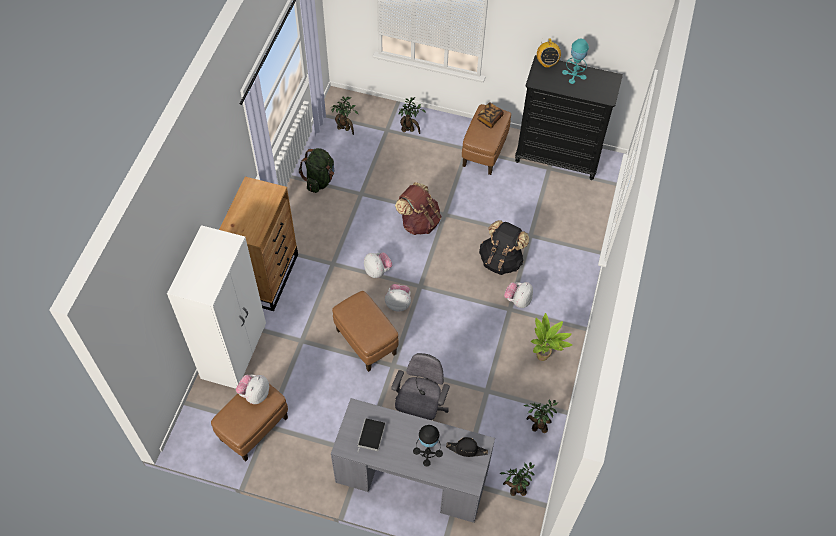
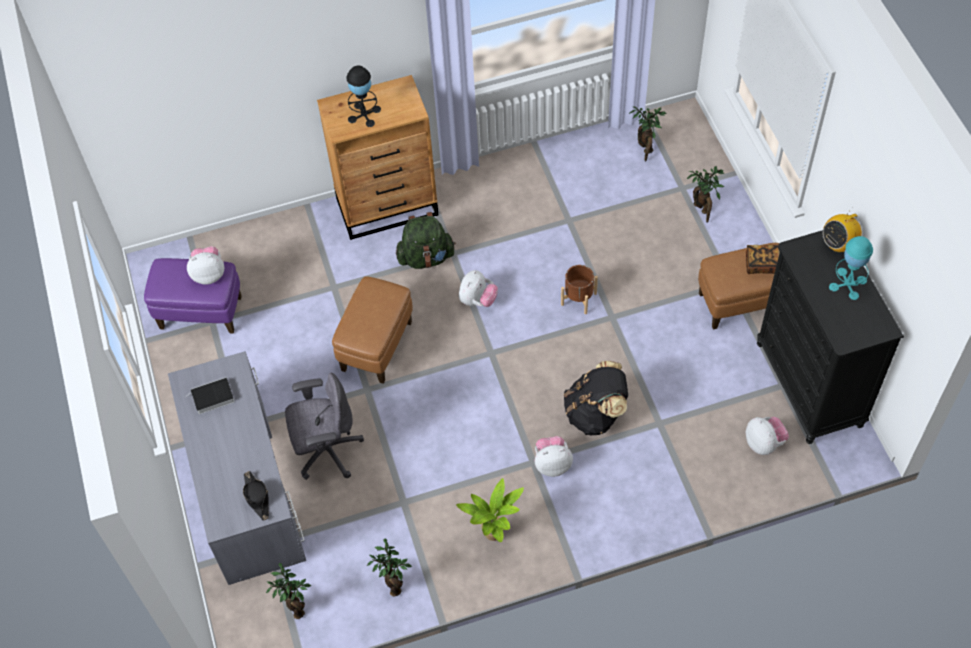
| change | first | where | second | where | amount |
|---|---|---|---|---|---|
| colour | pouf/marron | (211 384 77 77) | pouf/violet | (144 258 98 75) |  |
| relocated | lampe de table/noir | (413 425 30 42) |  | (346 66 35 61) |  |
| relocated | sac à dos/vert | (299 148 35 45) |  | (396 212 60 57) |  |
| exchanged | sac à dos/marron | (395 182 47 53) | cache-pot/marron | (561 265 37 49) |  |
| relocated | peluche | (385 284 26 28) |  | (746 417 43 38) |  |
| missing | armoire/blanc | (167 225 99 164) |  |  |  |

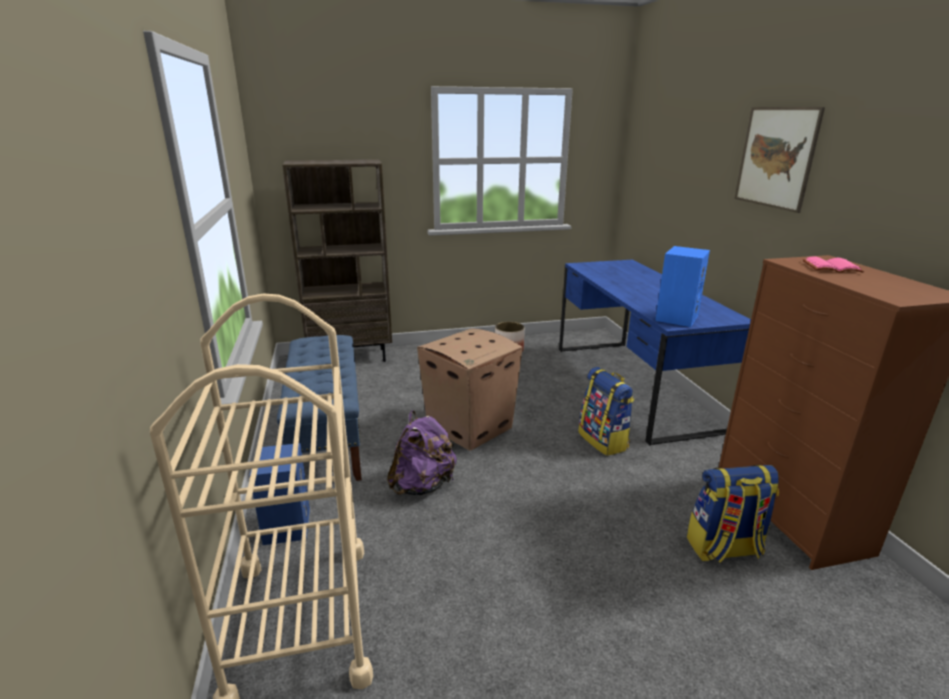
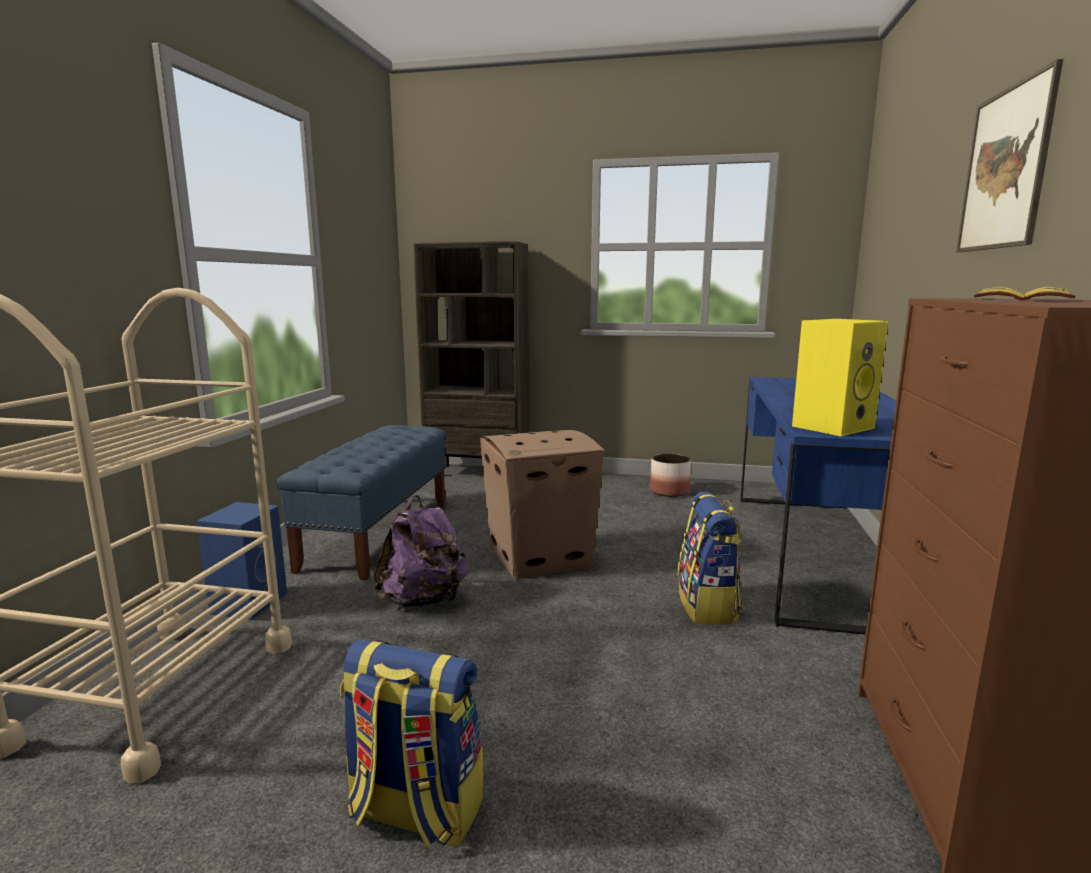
| change | first | where | second | where | amount |
|---|---|---|---|---|---|
| relocated | sac à dos | (687 465 92 98) |  | (340 639 143 208) |  |
| colour | enceinte/bleu | (655 246 55 81) | enceinte/jaune | (792 319 96 117) |  |
| colour | livre/rose | (803 256 61 17) | livre/jaune | (974 287 102 13) |  |

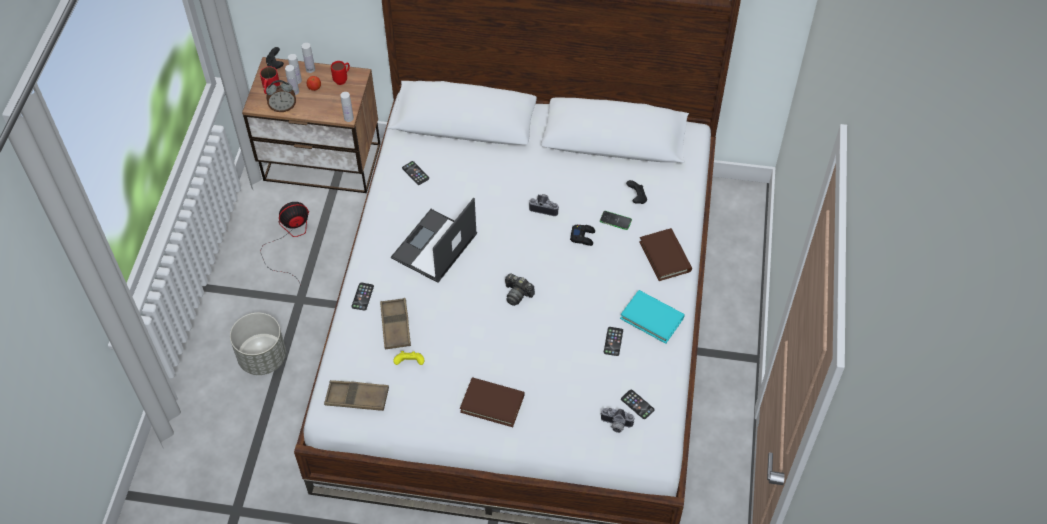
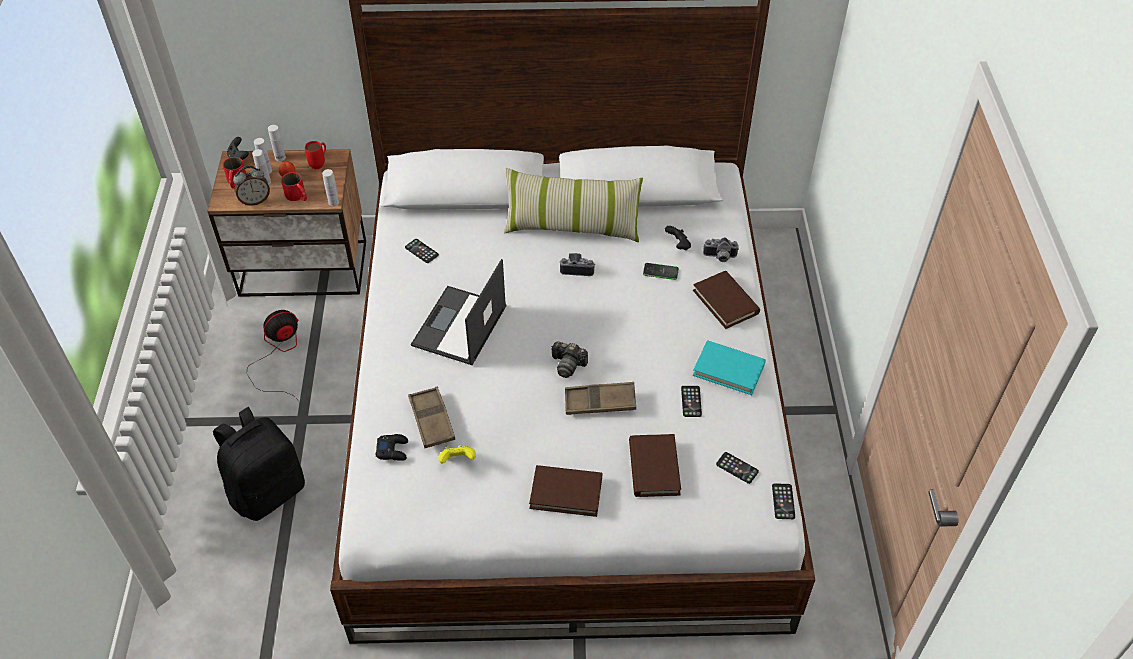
| change | first | where | second | where | amount |
|---|---|---|---|---|---|
| exchanged | cache-pot/gris | (230 313 56 62) | sac à dos/noir | (213 407 92 114) |  |
| appeared |  |  | mug/rouge | (281 172 26 29) |  |
| relocated | manette/noir | (570 225 25 21) |  | (376 434 32 27) |  |
| appeared |  |  | coussin | (504 168 139 74) |  |
| relocated | plateau/marron | (324 380 65 31) |  | (565 382 71 33) |  |
| appeared |  |  | livre/marron | (629 434 52 63) |  |
| relocated | appareil photo | (600 408 34 25) |  | (703 237 36 25) |  |
| relocated | téléphone | (351 282 23 29) |  | (772 483 23 36) |  |

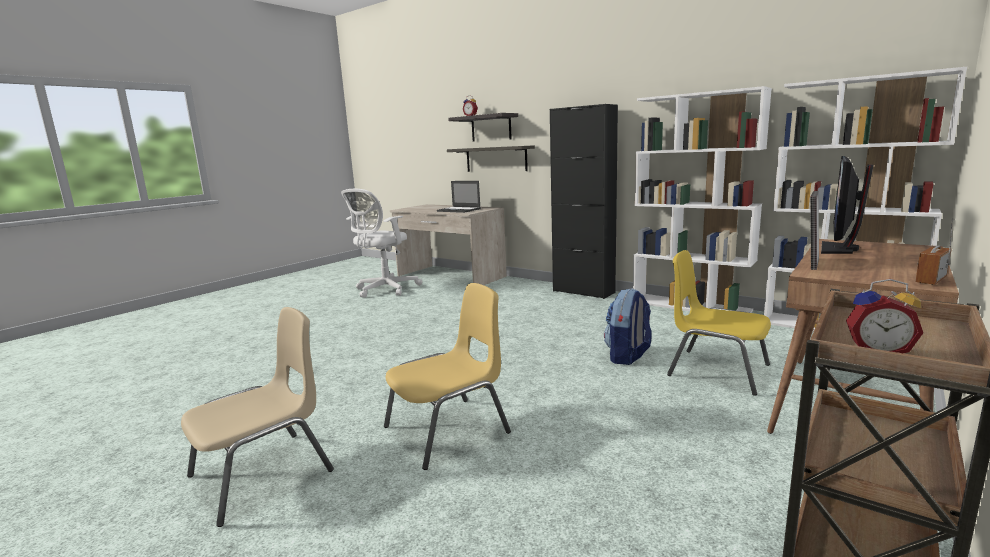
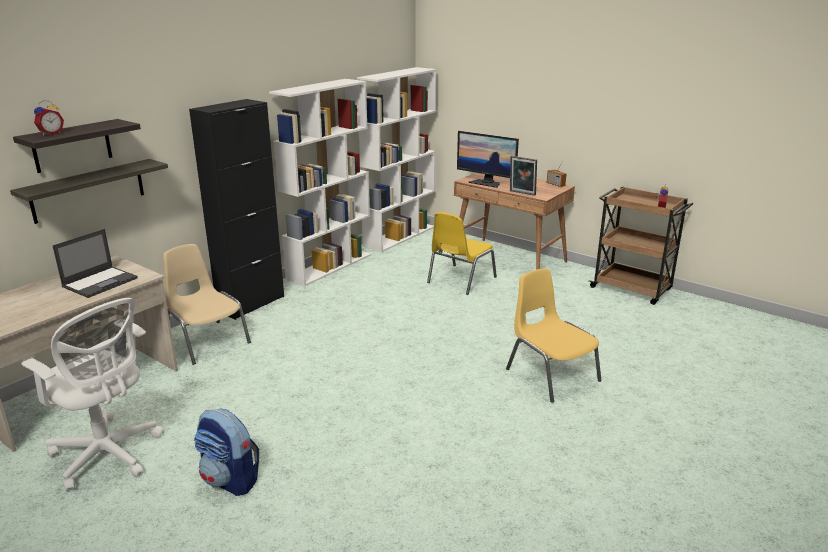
| change | first | where | second | where | amount |
|---|---|---|---|---|---|
| relocated | chaise/beige | (181 307 153 220) |  | (163 244 88 121) |  |
| relocated | sac à dos | (604 288 48 77) |  | (194 408 65 88) |  |

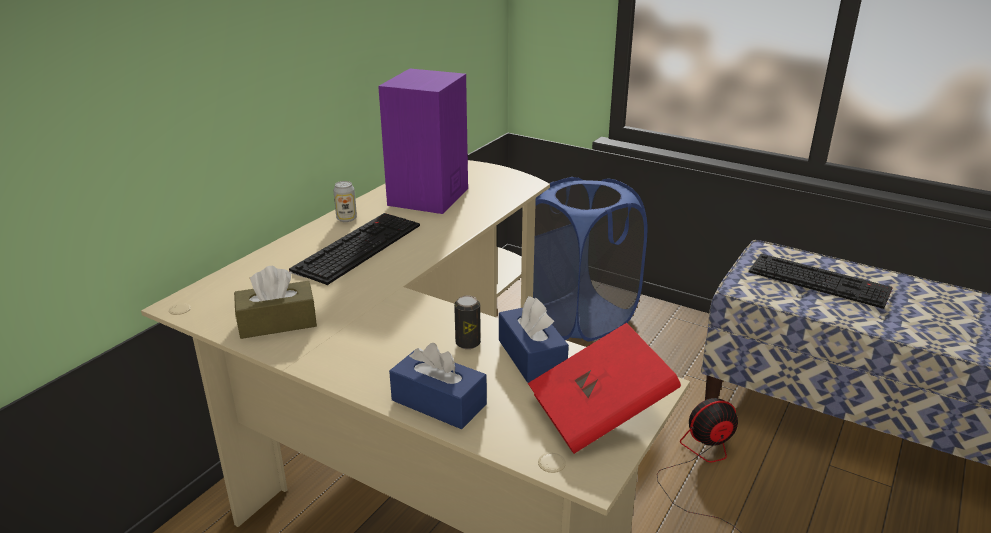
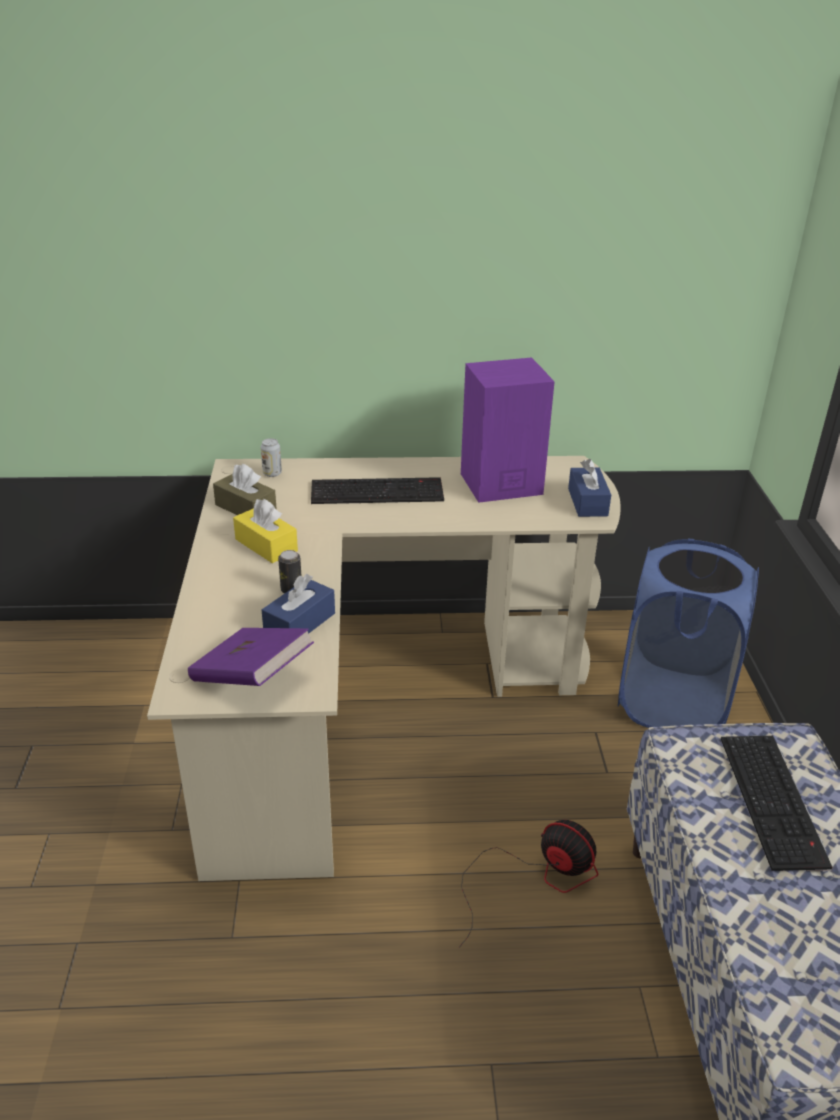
| change | first | where | second | where | amount |
|---|---|---|---|---|---|
| colour | livre/rouge | (528 323 153 131) | livre/violet | (188 628 126 58) |  |
| appeared |  |  | boîte à mouchoirs/jaune | (233 499 65 64) |  |
| relocated | boîte métallique | (333 181 24 41) |  | (260 438 22 39) |  |
| relocated | boîte à mouchoirs/bleu | (389 343 98 86) |  | (568 459 43 58) |  |

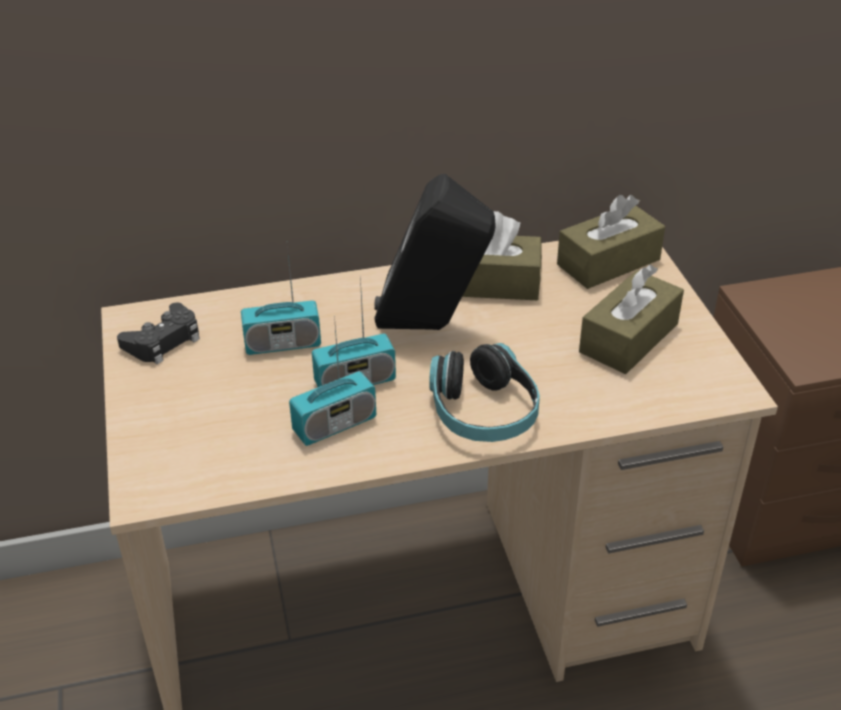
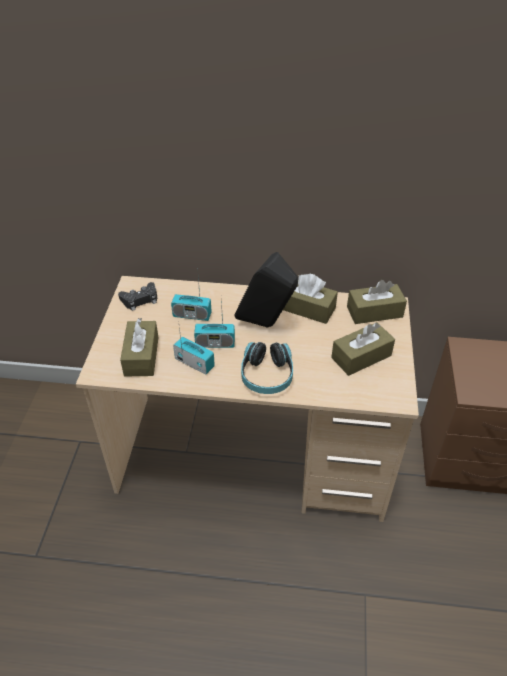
| change | first | where | second | where | amount |
|---|---|---|---|---|---|
| appeared |  |  | boîte à mouchoirs/marron | (120 318 38 59) |  |
| spun | radio | (289 316 87 130) |  | (173 328 42 47) | 135 degrees counterclockwise |

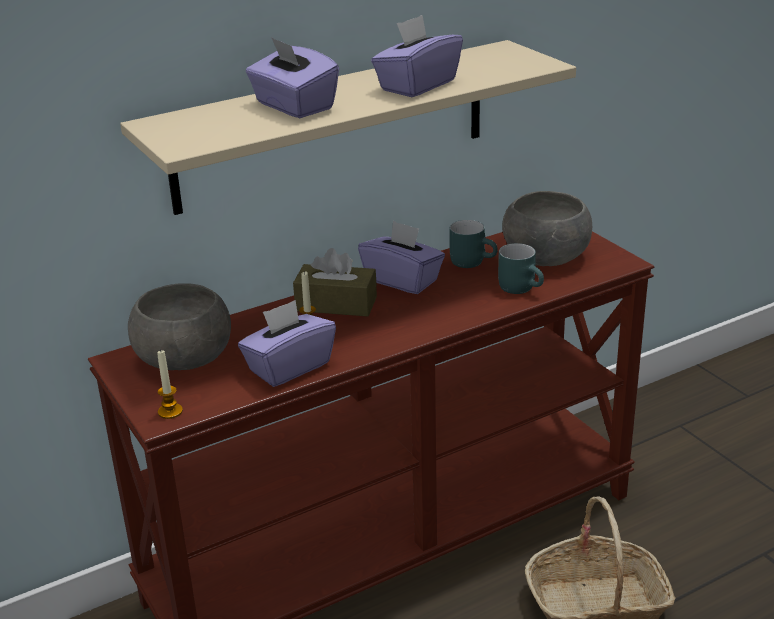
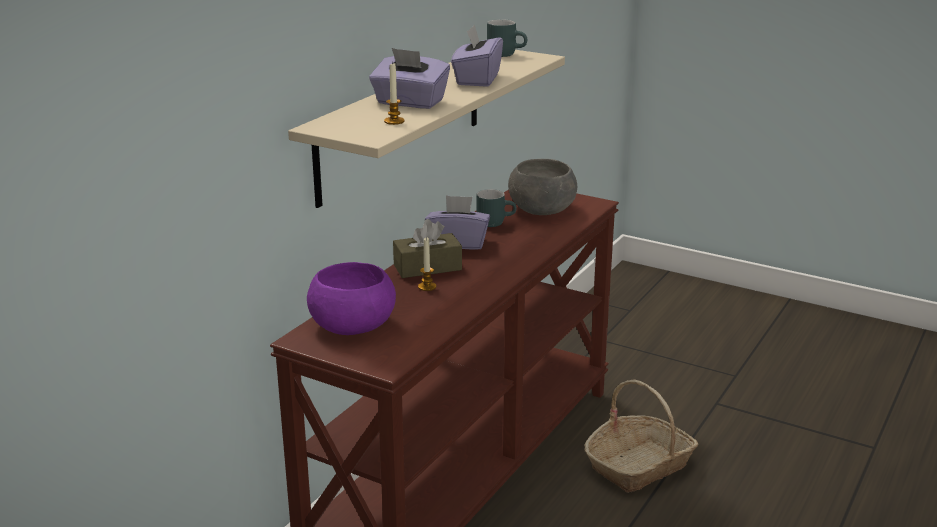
| change | first | where | second | where | amount |
|---|---|---|---|---|---|
| colour | bol/gris | (128 283 103 87) | bol/violet | (307 262 89 73) |  |
| relocated | bougie | (157 349 26 70) |  | (384 62 21 63) |  |
| relocated | mug/turquoise | (498 243 46 51) |  | (487 19 40 38) |  |
| missing | boîte à mouchoirs/violet | (238 300 98 87) |  |  |  |

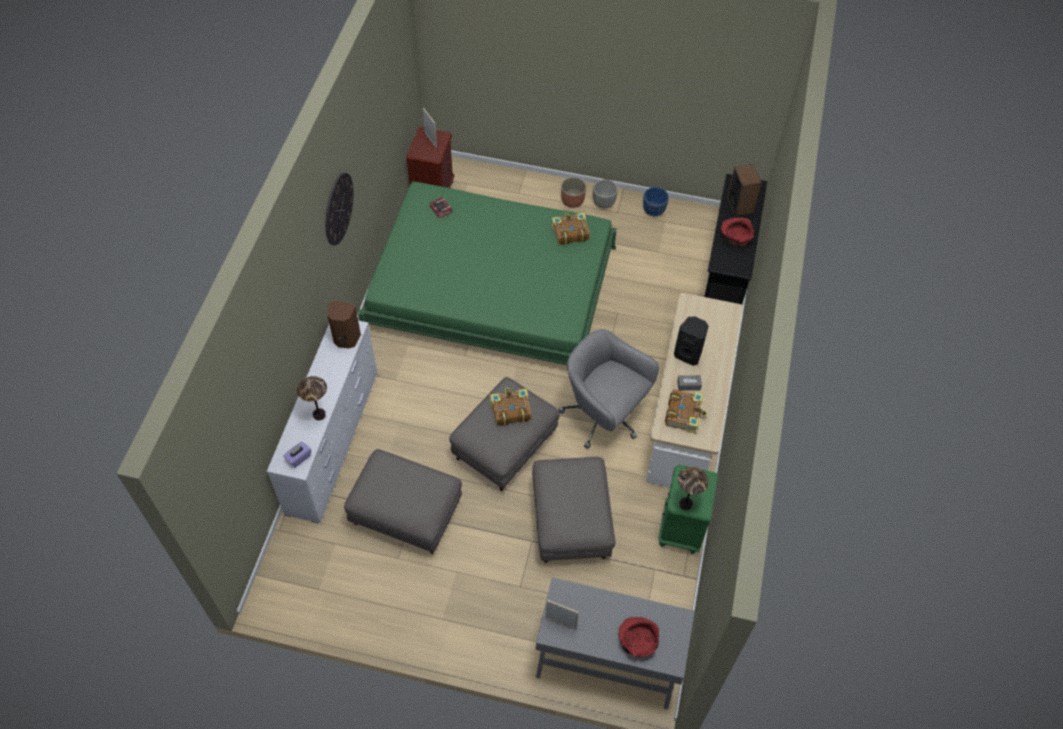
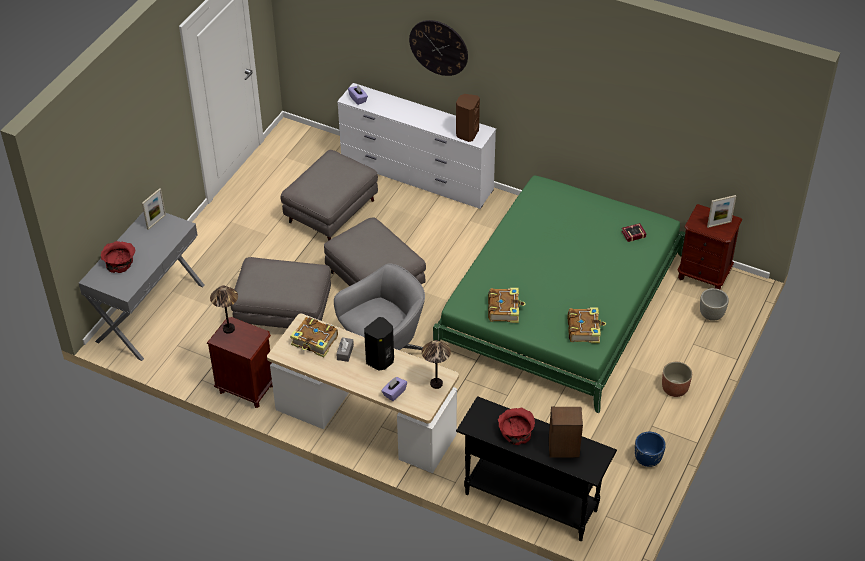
| change | first | where | second | where | amount |
|---|---|---|---|---|---|
| colour | table de chevet/vert | (658 465 60 89) | table de chevet/marron | (207 317 66 91) |  |
| appeared |  |  | boîte à mouchoirs/violet | (381 377 26 24) |  |
| relocated | horloge murale | (326 173 27 72) |  | (409 20 59 56) |  |
| relocated | lampe de table | (297 376 30 44) |  | (422 340 29 49) |  |
| relocated | livre | (490 388 42 38) |  | (488 288 38 35) |  |
| relocated | cache-pot/gris | (593 179 25 30) |  | (700 288 29 33) |  |

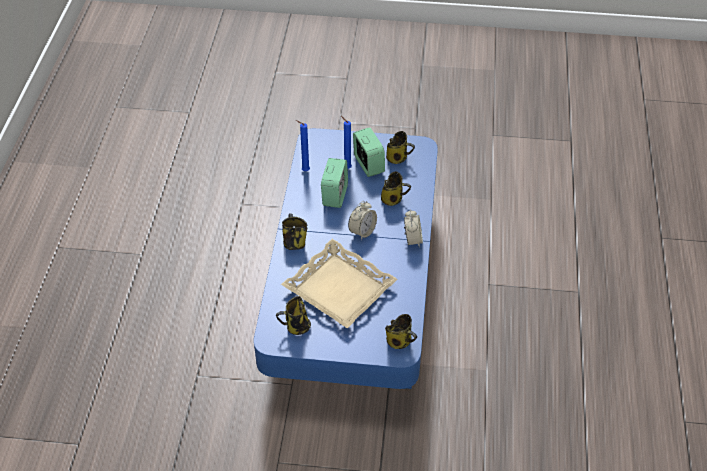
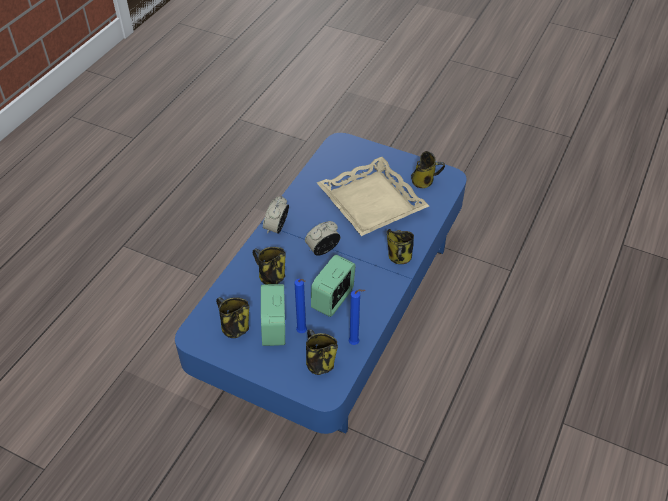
| change | first | where | second | where | amount |
|---|---|---|---|---|---|
| relocated | mug | (385 314 32 35) |  | (306 329 32 46) |  |

